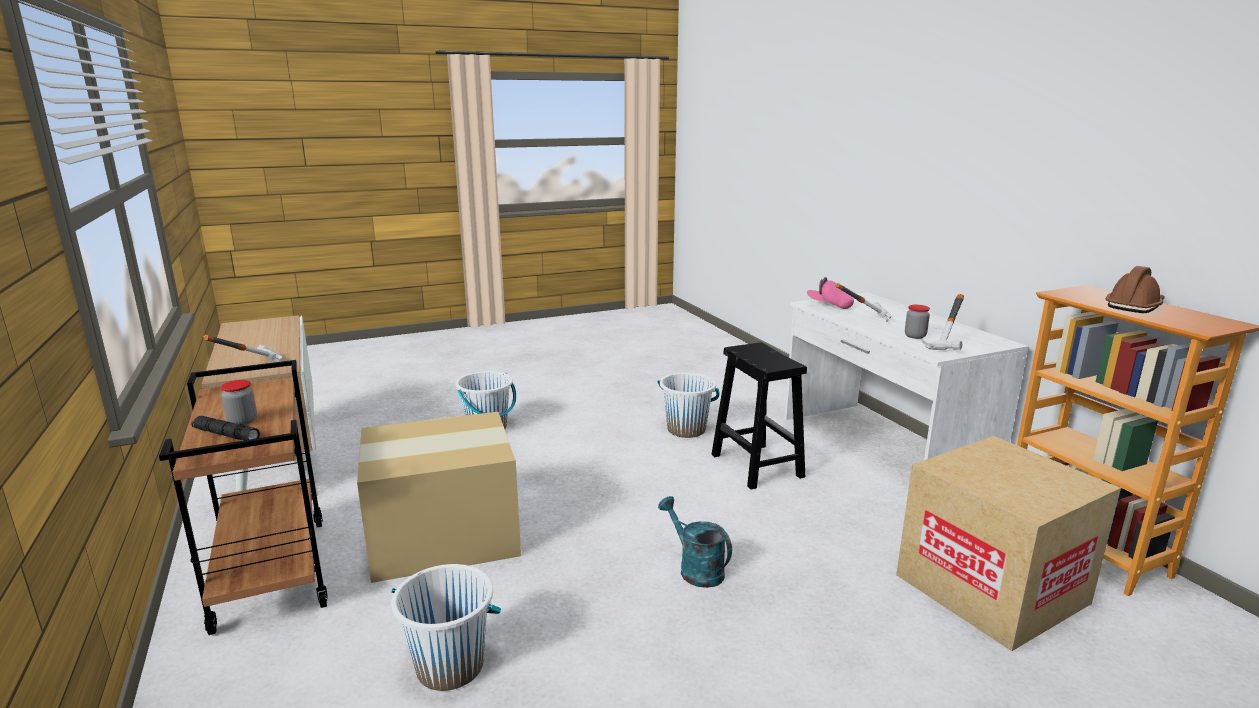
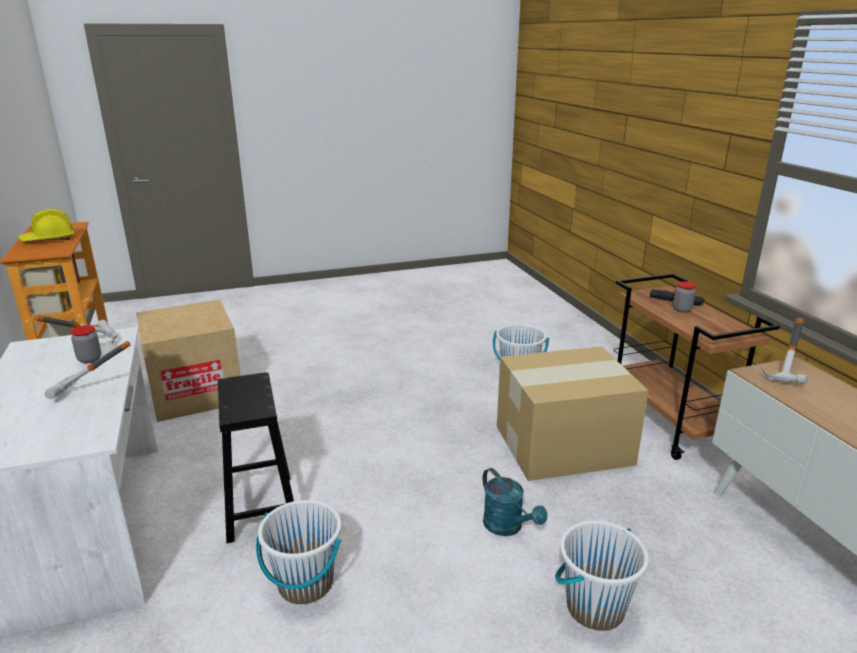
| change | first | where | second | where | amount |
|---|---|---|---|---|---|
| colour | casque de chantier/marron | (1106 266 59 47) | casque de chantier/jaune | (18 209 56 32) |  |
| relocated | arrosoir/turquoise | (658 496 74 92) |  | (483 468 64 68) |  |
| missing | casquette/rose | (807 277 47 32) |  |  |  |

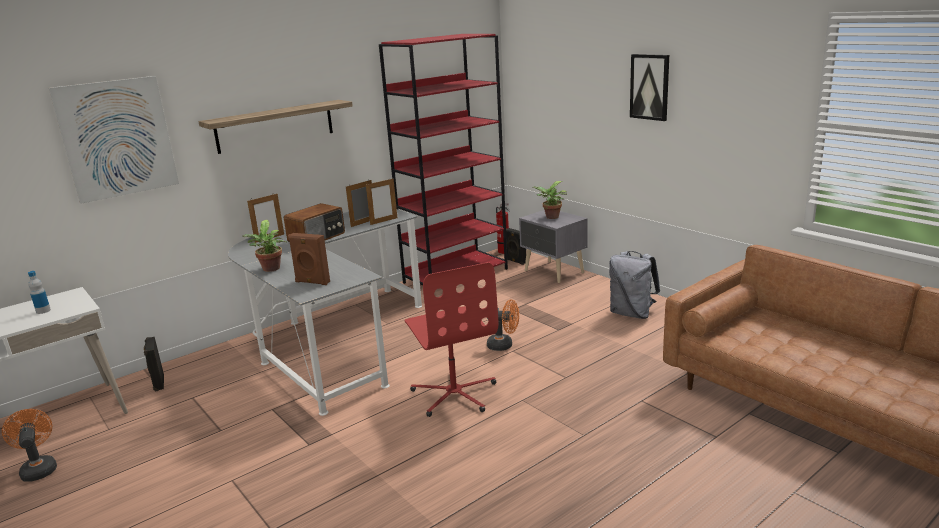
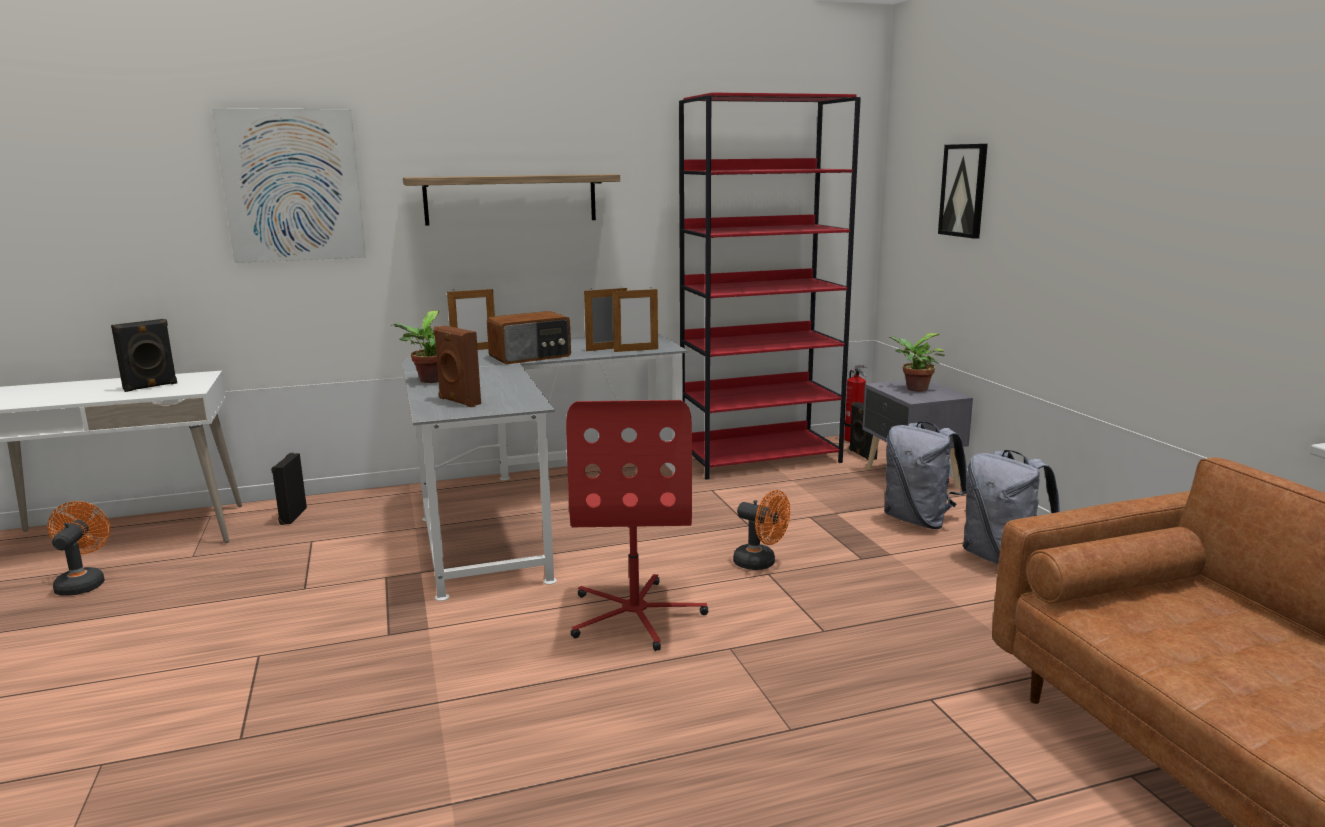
| change | first | where | second | where | amount |
|---|---|---|---|---|---|
| exchanged | bouteille | (28 271 23 43) | enceinte/noir | (111 319 66 73) |  |
| appeared |  |  | sac à dos/gris | (884 421 83 108) |  |
| relocated | tableau | (630 54 39 67) |  | (938 144 50 95) |  |

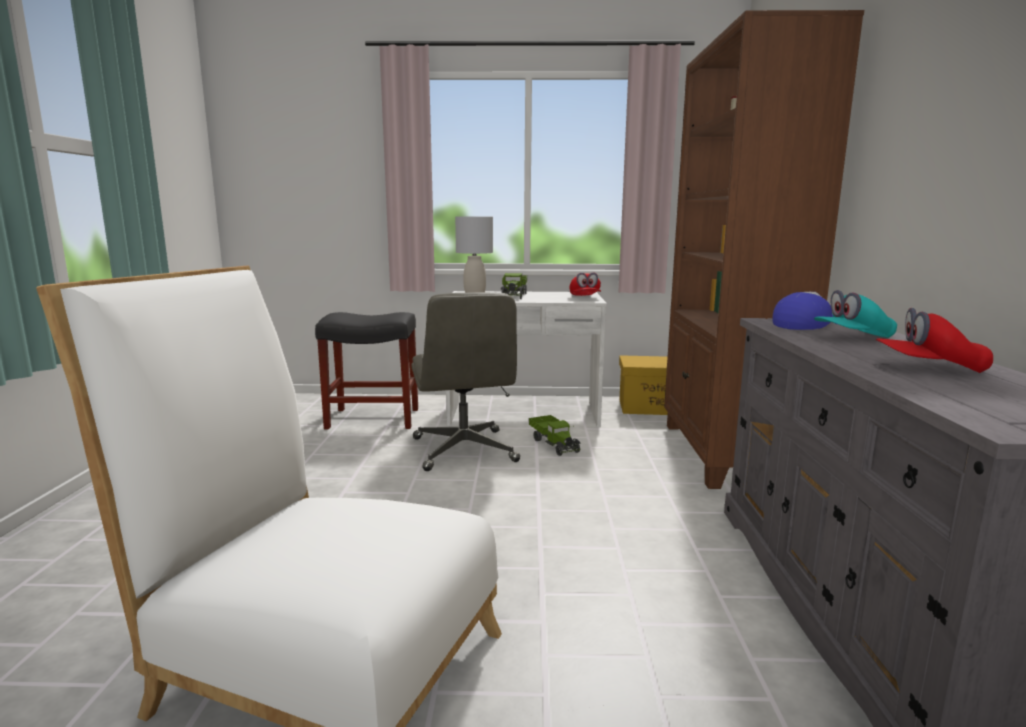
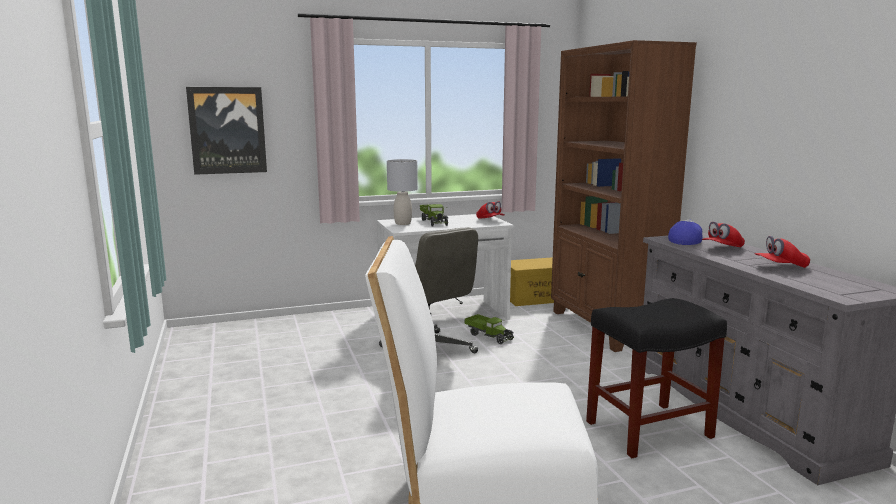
| change | first | where | second | where | amount |
|---|---|---|---|---|---|
| appeared |  |  | tableau | (186 87 81 88) |  |
| relocated | tabouret/noir | (315 312 103 117) |  | (586 298 141 160) |  |
| colour | casquette/turquoise | (814 290 83 48) | casquette/rouge | (702 221 43 26) |  |

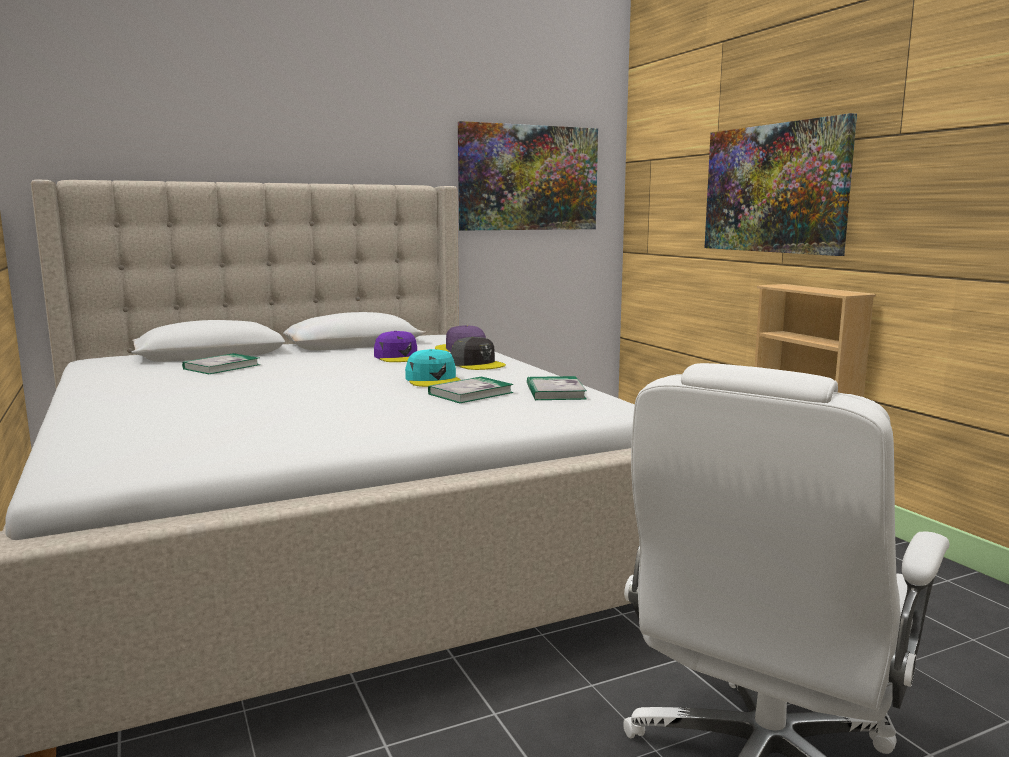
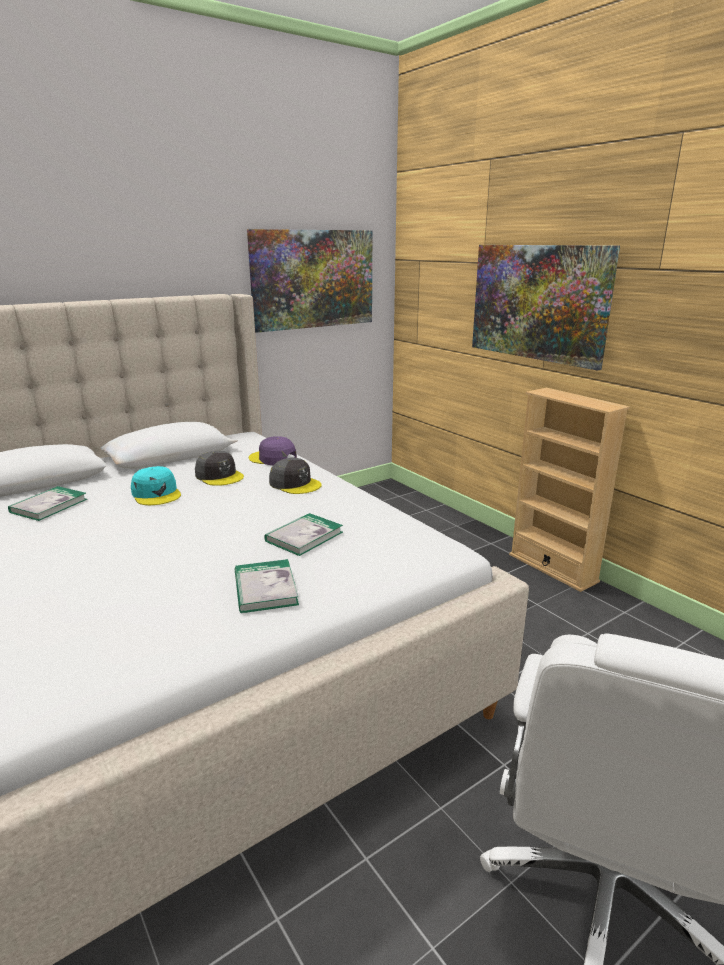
| change | first | where | second | where | amount |
|---|---|---|---|---|---|
| relocated | casquette/turquoise | (405 349 56 38) |  | (131 466 50 39) |  |
| colour | casquette/violet | (374 331 43 31) | casquette/gris | (195 451 49 35) |  |
| relocated | livre | (527 376 60 25) |  | (235 559 64 54) |  |

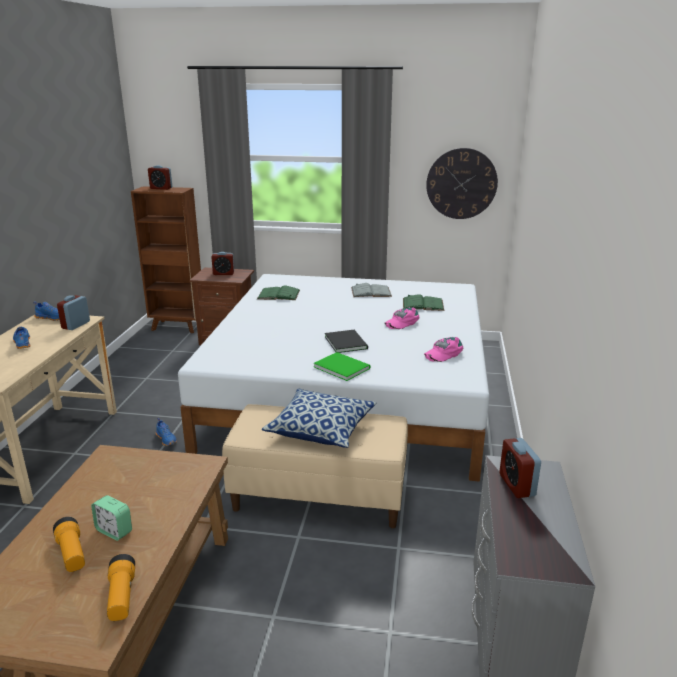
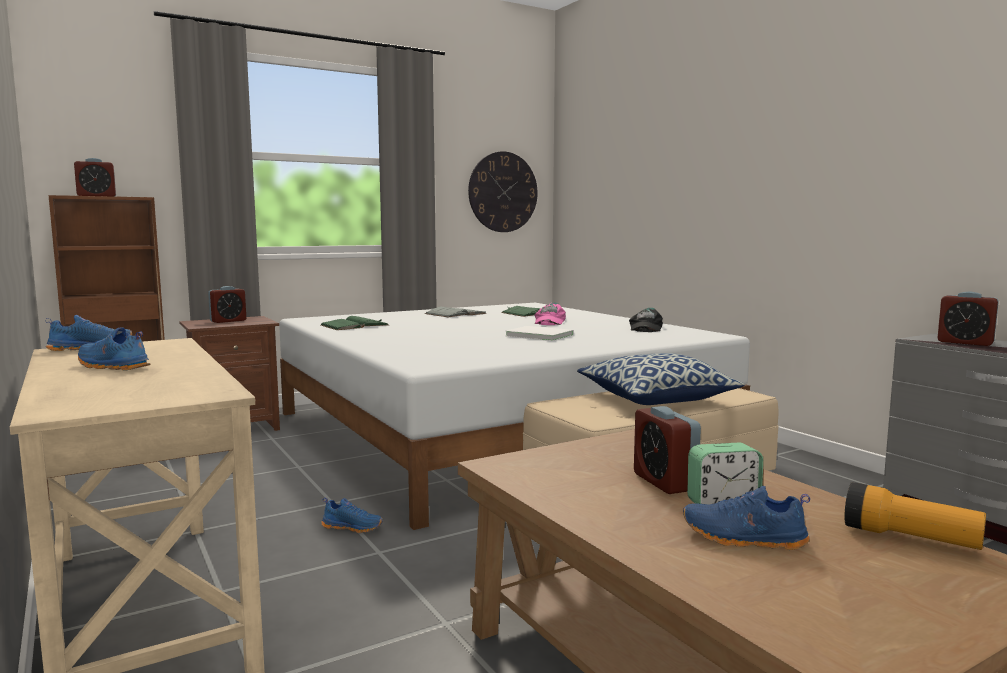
| change | first | where | second | where | amount |
|---|---|---|---|---|---|
| colour | livre/noir | (325 330 43 23) | livre/blanc | (506 326 68 15) |  |
| colour | casquette/rose | (424 337 40 25) | casquette/noir | (629 308 34 24) |  |
| relocated | réveil | (57 295 33 35) |  | (634 406 67 88) |  |
| exchanged | lampe de poche | (53 517 32 55) | chaussure/bleu | (683 486 127 64) |  |
| missing | livre/vert | (314 352 56 29) |  |  |  |

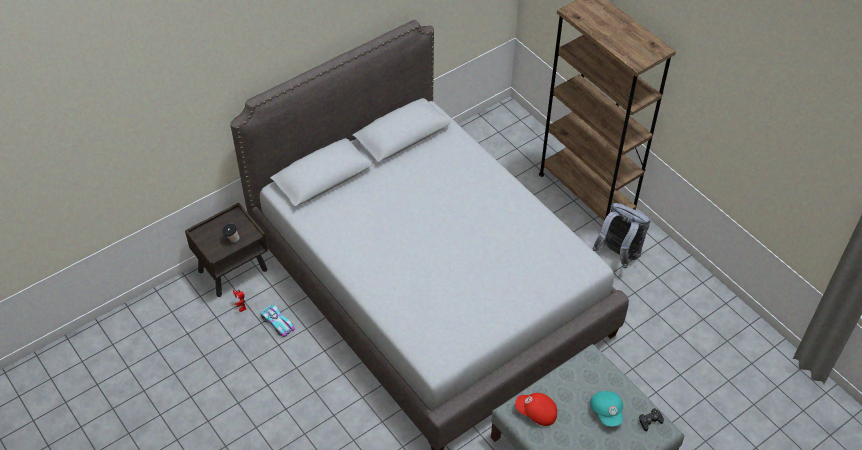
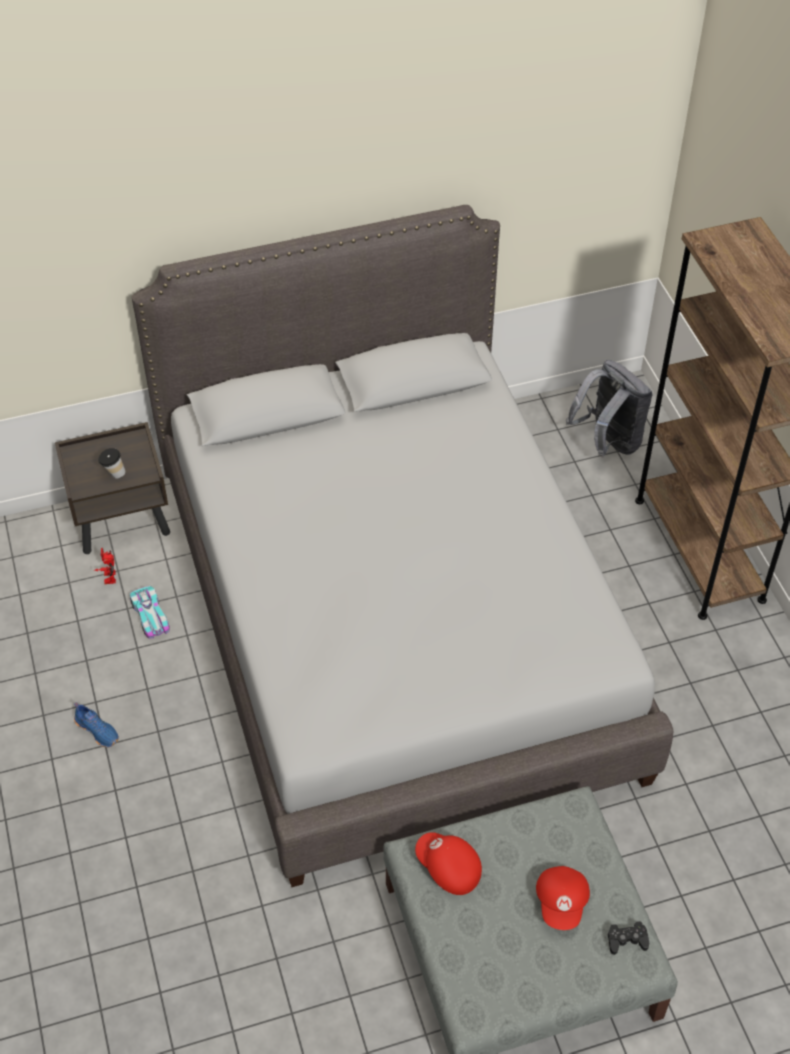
| change | first | where | second | where | amount |
|---|---|---|---|---|---|
| appeared |  |  | chaussure/bleu | (74 702 45 46) |  |
| colour | casquette/turquoise | (590 391 33 35) | casquette/rouge | (536 866 54 64) |  |
| relocated | sac à dos/gris | (592 203 58 65) |  | (566 360 87 97) |  |

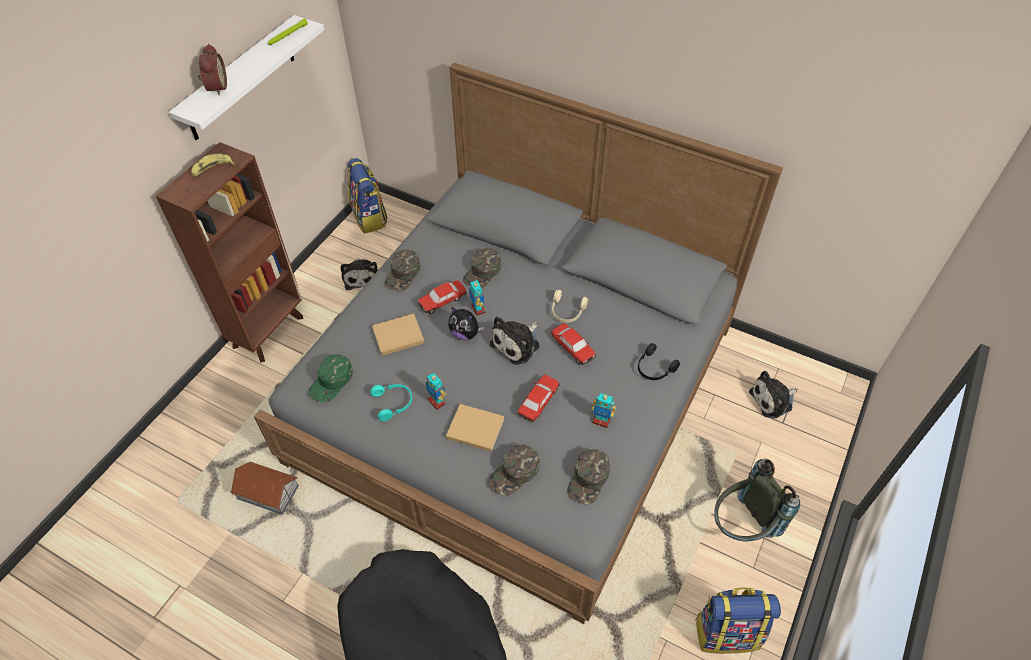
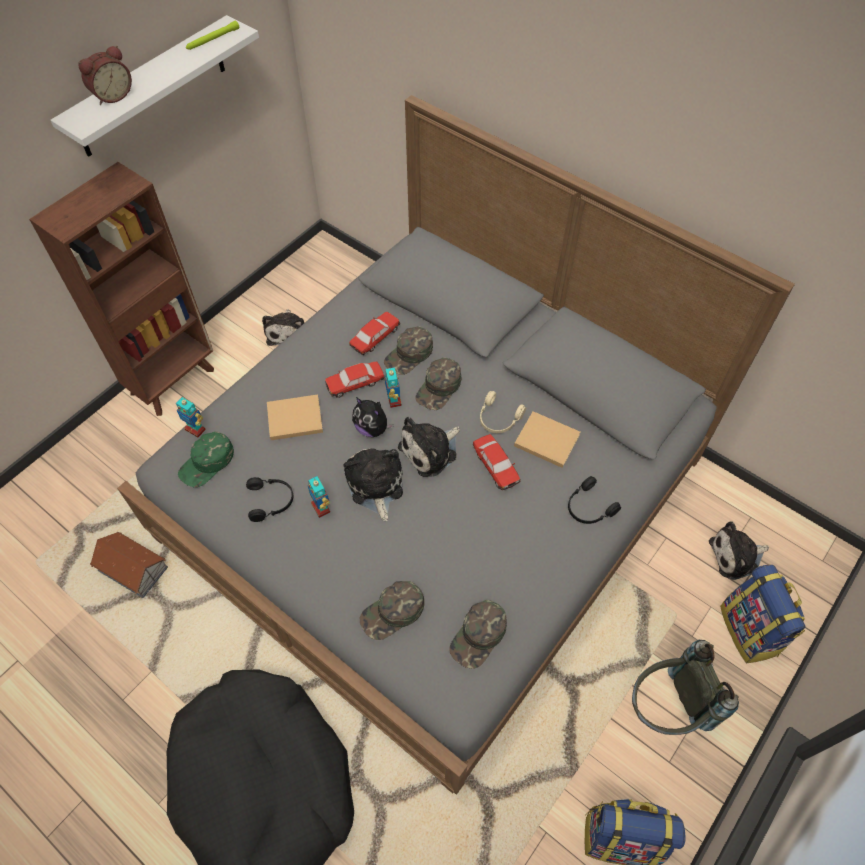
| change | first | where | second | where | amount |
|---|---|---|---|---|---|
| spun | réveil | (198 44 29 52) |  | (78 46 54 59) | 45 degrees clockwise |
| relocated | robot jouet | (591 393 25 35) |  | (176 397 30 40) |  |
| colour | casque audio/turquoise | (370 384 42 37) | casque audio/noir | (246 477 47 45) |  |
| appeared |  |  | peluche | (343 448 60 73) |  |
| relocated | petite voiture | (518 375 41 47) |  | (349 312 51 43) |  |
| relocated | casquette/vert | (385 249 35 42) |  | (415 357 46 53) |  |
| relocated | livre/beige | (446 404 58 48) |  | (514 411 66 57) |  |
| relocated | sac à dos | (347 158 41 76) |  | (720 565 86 98) |  |
| missing | banane | (191 154 44 23) |  |  |  |

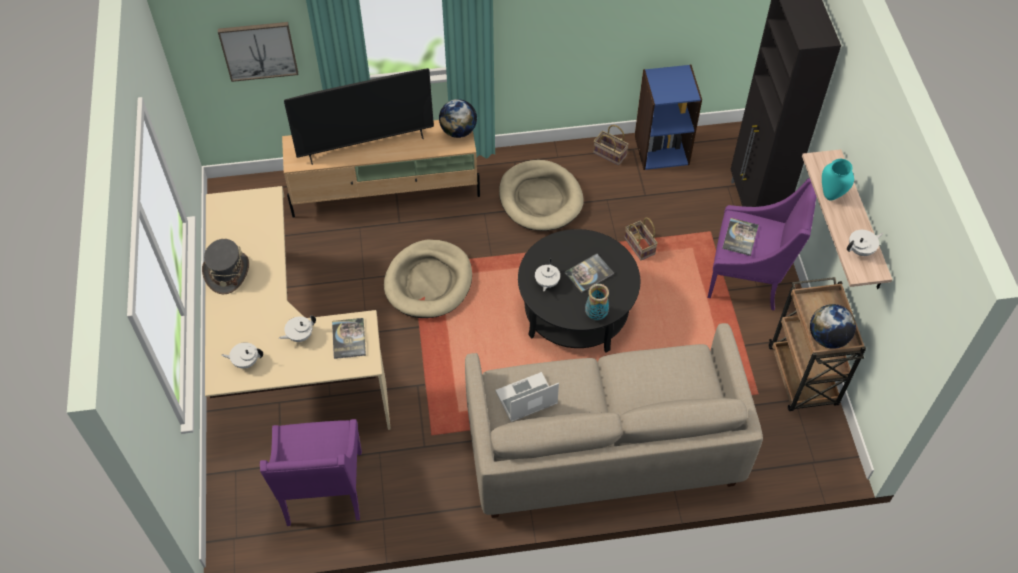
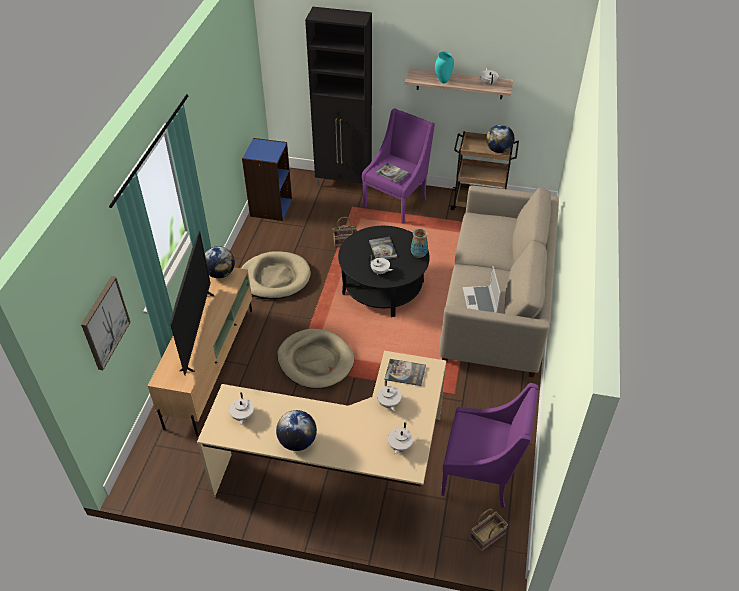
| change | first | where | second | where | amount |
|---|---|---|---|---|---|
| appeared |  |  | théière/blanc | (229 392 25 32) |  |
| exchanged | chapeau/gris | (202 239 47 55) | globe | (276 410 41 41) |  |
| relocated | panier | (593 125 36 41) |  | (470 509 38 42) |  |

